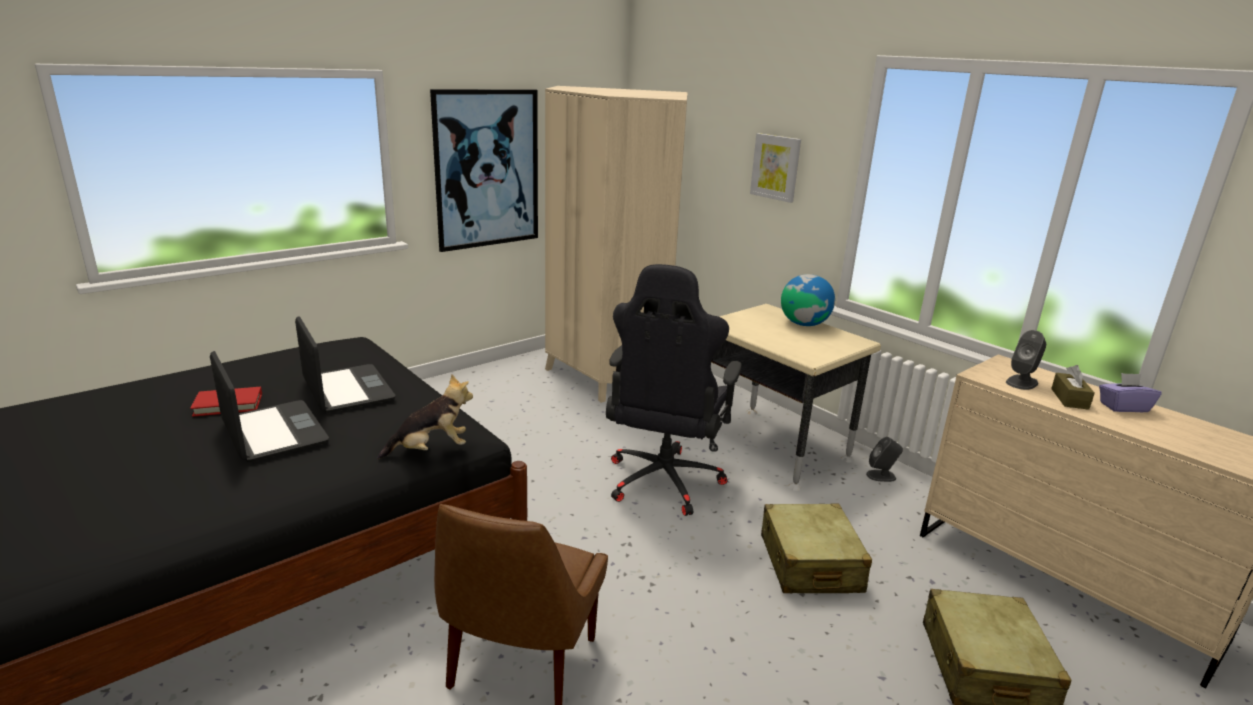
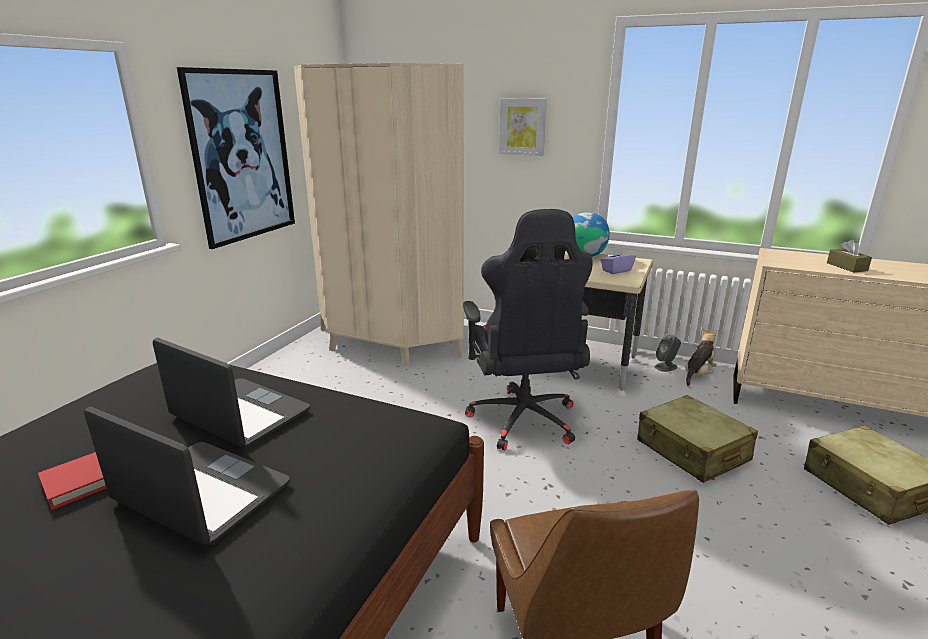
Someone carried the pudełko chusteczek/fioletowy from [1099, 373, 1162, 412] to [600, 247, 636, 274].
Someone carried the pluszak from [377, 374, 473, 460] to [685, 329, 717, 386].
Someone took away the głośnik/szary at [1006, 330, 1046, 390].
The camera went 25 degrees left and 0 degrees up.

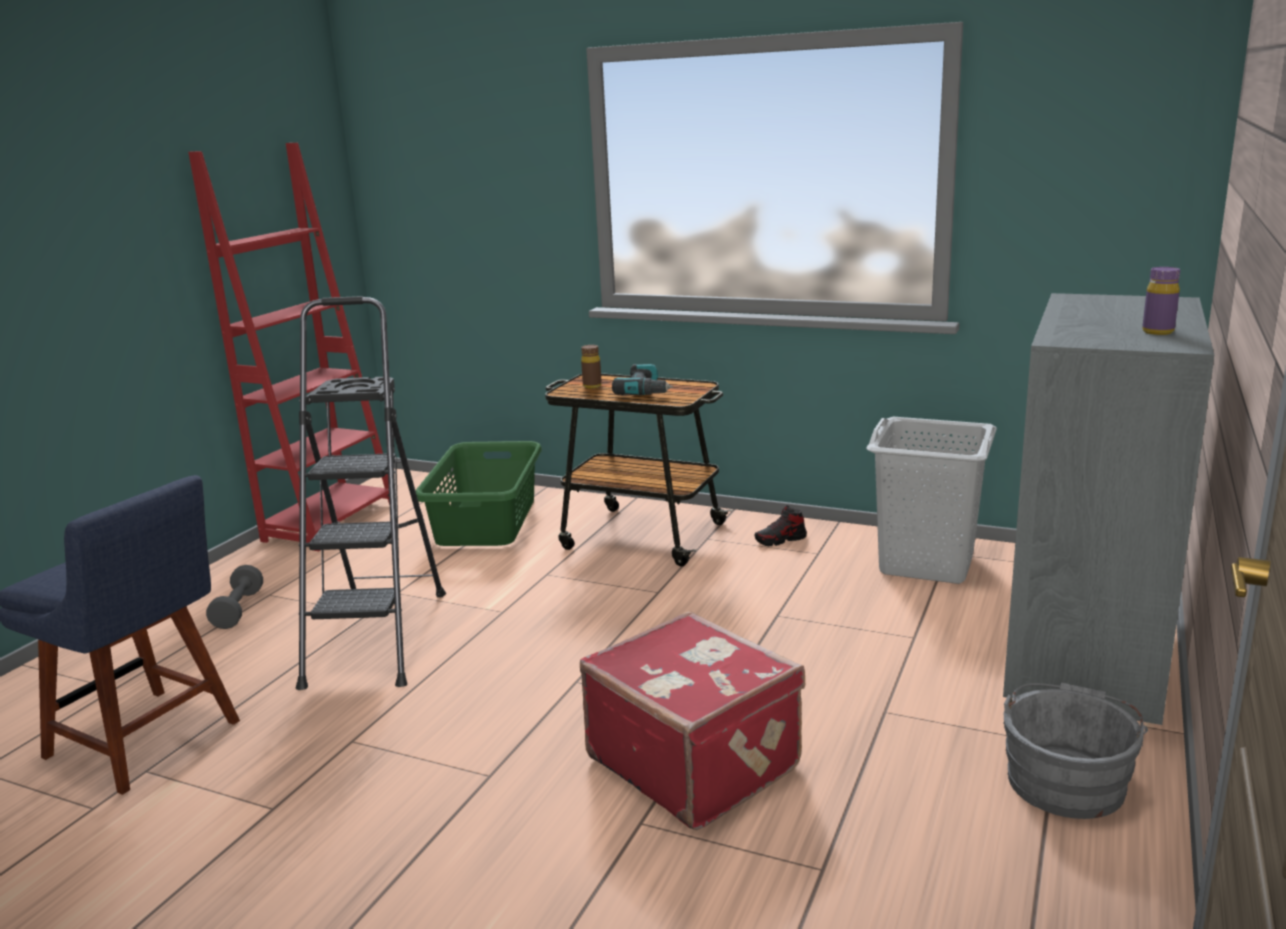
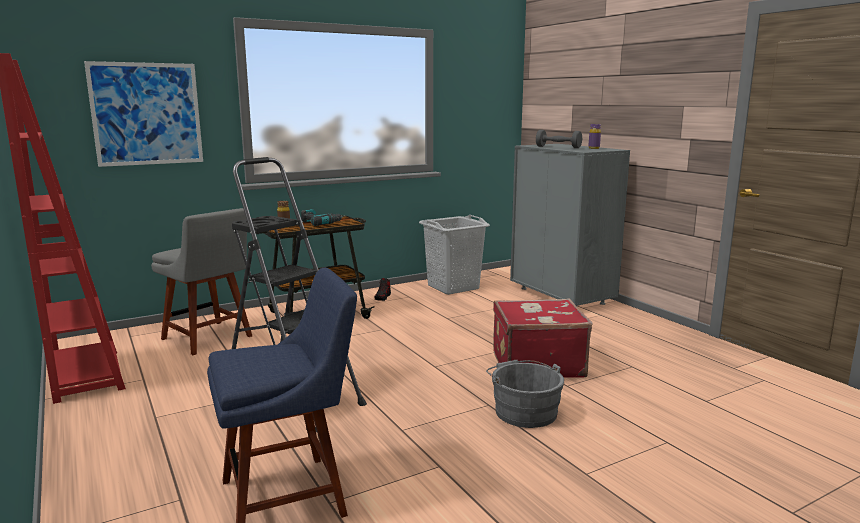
Someone put up the obraz at [84, 61, 203, 167].
Someone swapped the kosz na pranie/zielony at [415, 441, 542, 546] for the krzesło/szary at [151, 208, 252, 355].
Someone carried the wiadro/szary from [1003, 683, 1148, 819] to [486, 360, 564, 428].
Someone carried the hantel/szary from [206, 565, 263, 629] to [536, 130, 582, 148].
The camera went 55 degrees left and 5 degrees down.

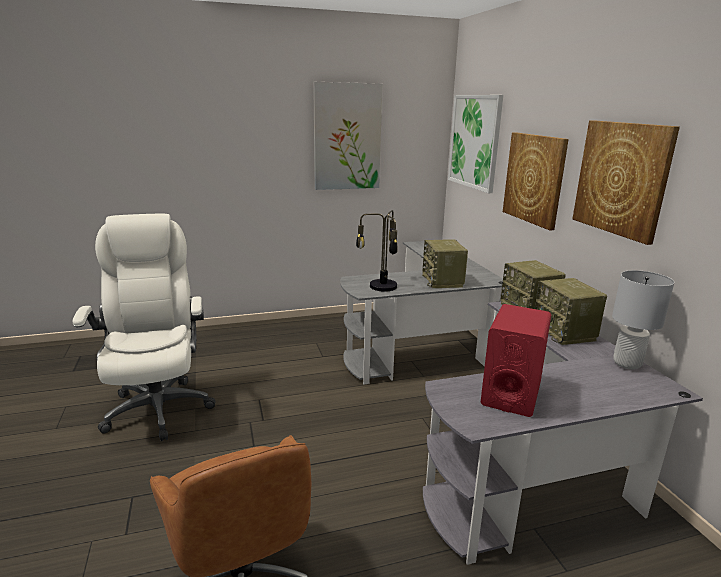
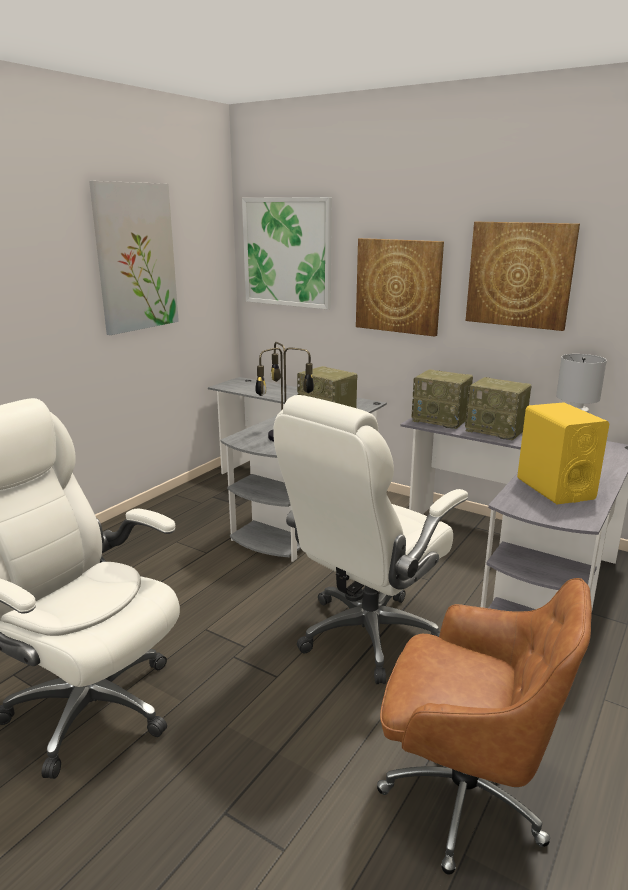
Someone put down the krzesło biurowe/biały at [273, 395, 468, 684].
Someone repainted the głośnik/czerwony at [481, 304, 551, 417], which became the głośnik/żółty at [517, 402, 609, 504].
The camera went 40 degrees left and 0 degrees up.

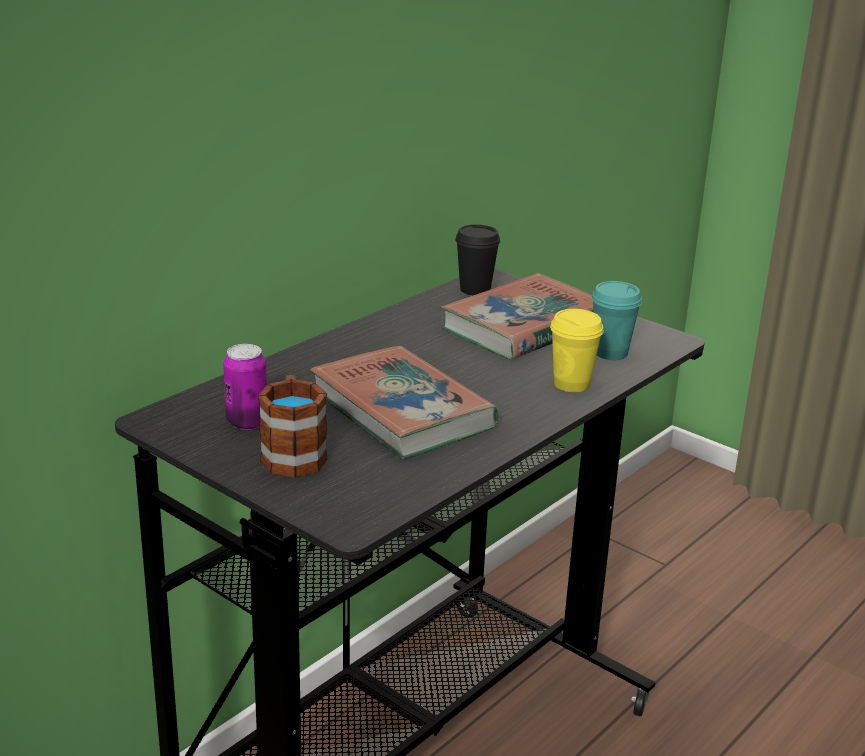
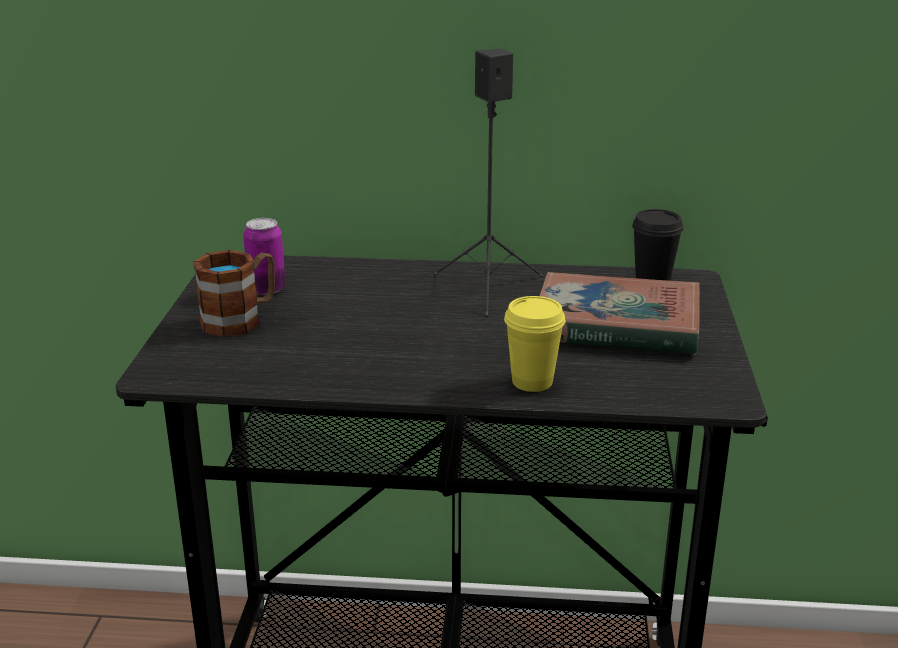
Someone put down the głośnik/czarny at [434, 48, 544, 316].
Someone took away the książka at [310, 346, 498, 459].
Someone took away the filiżanka/turkusowy at [591, 281, 642, 360].
The camera went 55 degrees right and 0 degrees up.

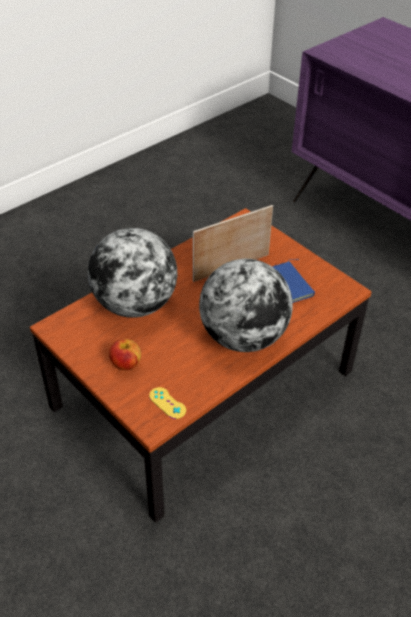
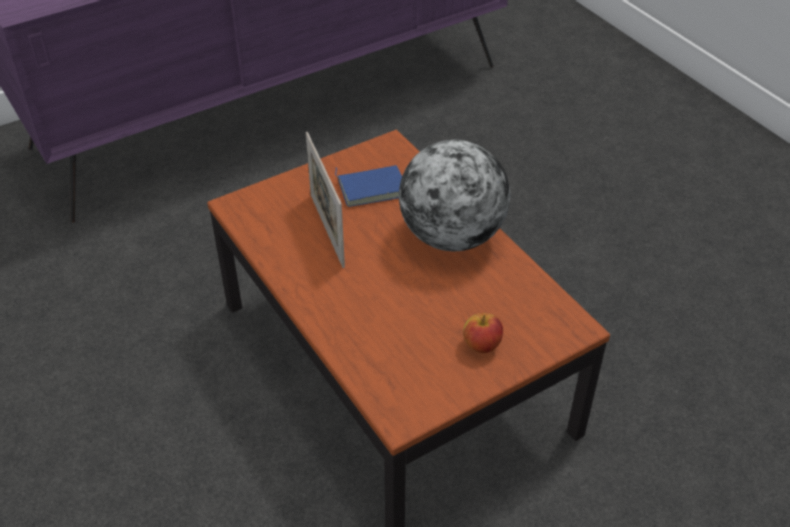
Someone took away the globus at [88, 228, 177, 318].
Someone took away the pad do gier/żółty at [149, 387, 186, 419].
The camera went 80 degrees left and 0 degrees up.

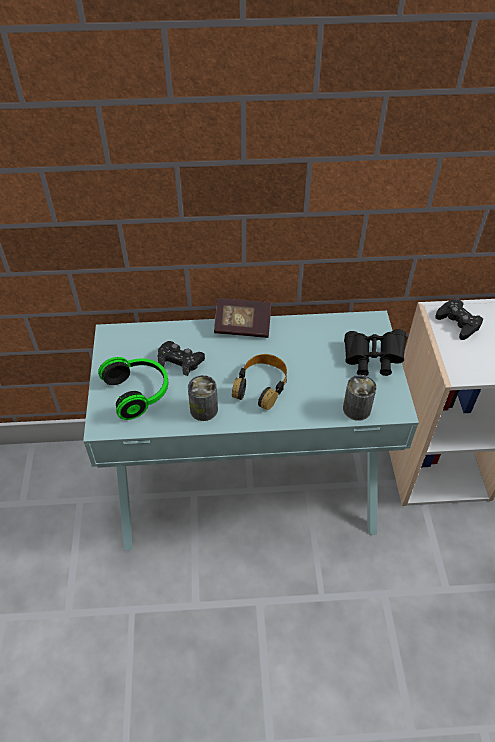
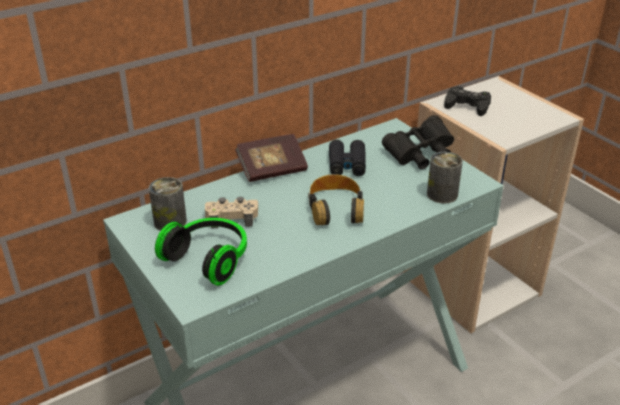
Someone carried the puszka from [188, 375, 218, 421] to [149, 177, 187, 231].
Someone repainted the pad do gier/czarny at [157, 341, 205, 376], which became the pad do gier/beżowy at [205, 197, 258, 228].
Someone put down the lornetka/czarny at [329, 140, 366, 176].
The camera went 30 degrees left and 15 degrees down.

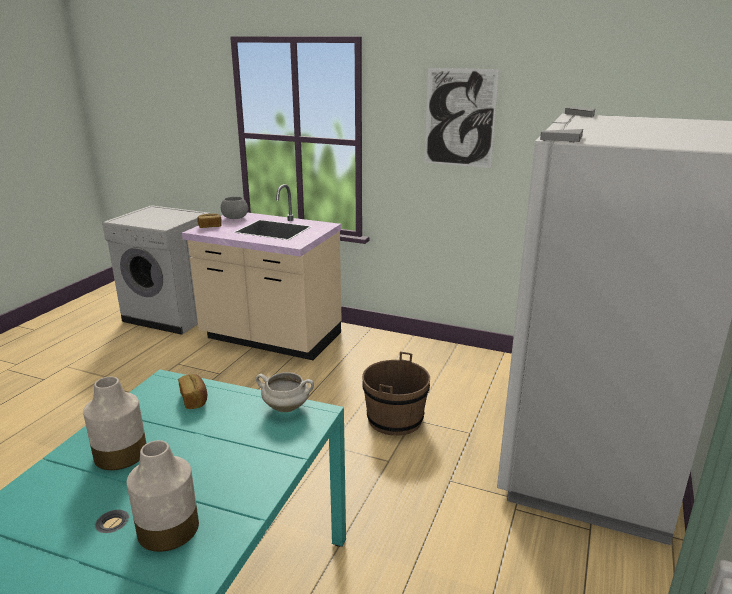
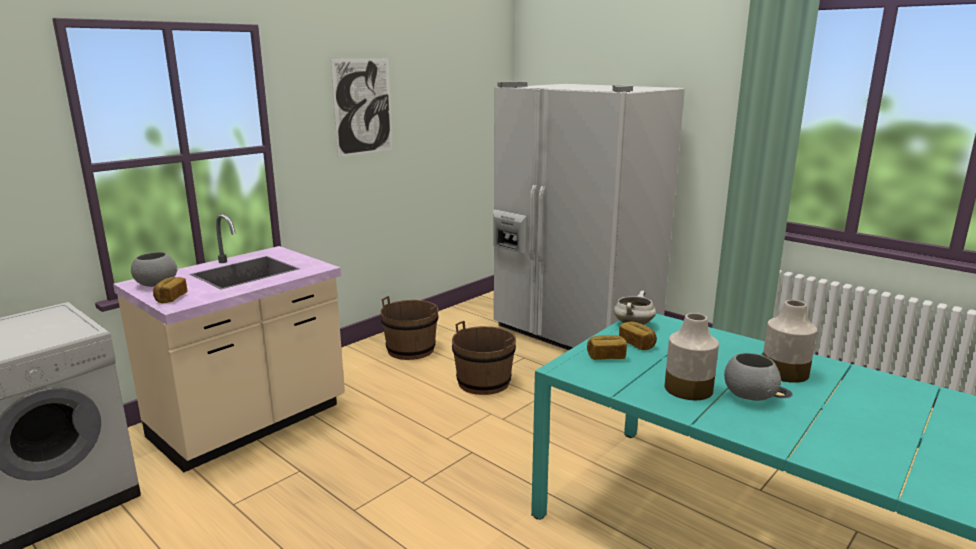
Someone put down the wiadro/brązowy at [381, 296, 438, 360].
Someone put down the chleb at [619, 321, 657, 350].
Someone put down the miska/szary at [724, 353, 781, 401].
The camera went 70 degrees left and 5 degrees down.

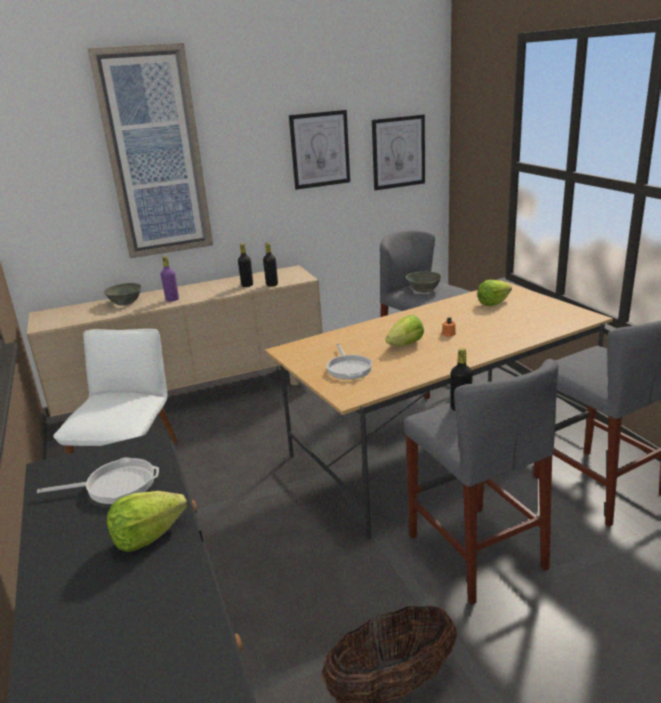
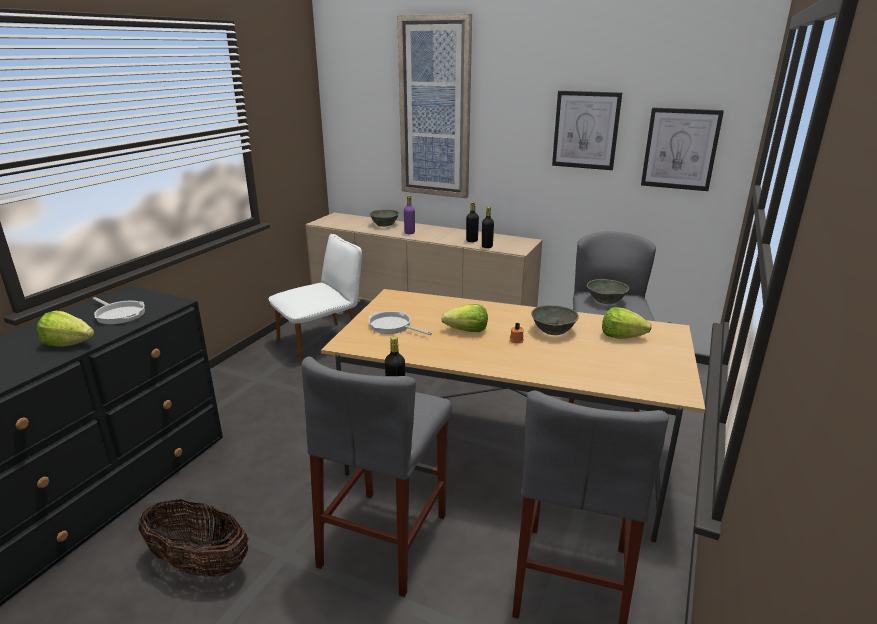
Someone rotated the patelnia at [326, 344, 373, 380] by 90 degrees clockwise.
Someone put down the miska/szary at [531, 305, 579, 335].
The camera went 45 degrees right and 0 degrees up.

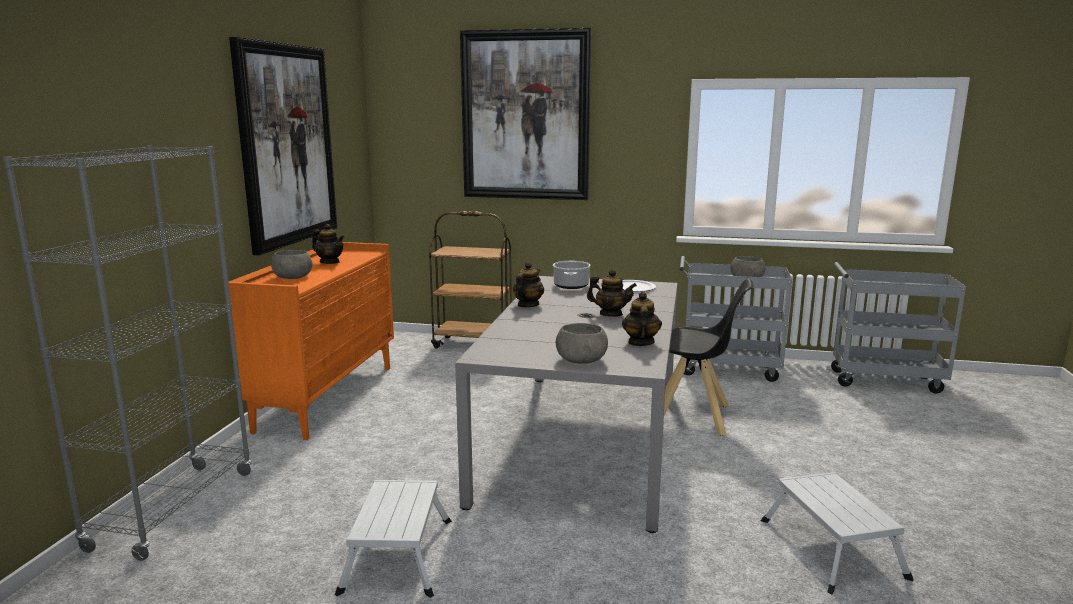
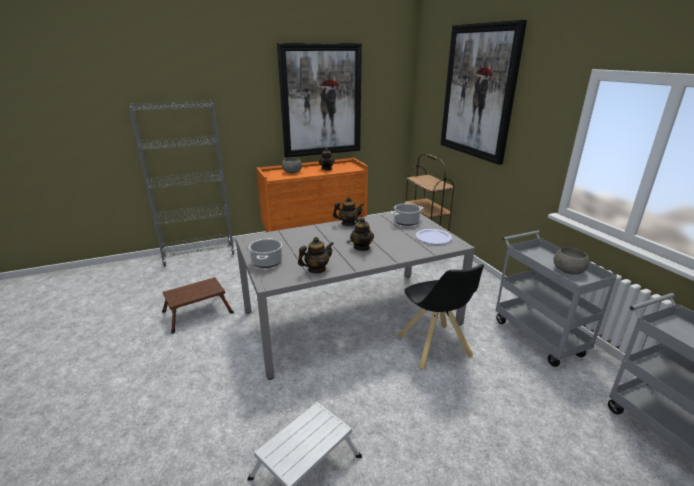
Someone repainted the drabinka/biały at [335, 480, 452, 598], which became the drabinka/brązowy at [162, 277, 234, 334].
Someone swapped the miska/szary at [556, 323, 608, 364] for the garnek at [249, 238, 282, 268].
The camera went 55 degrees right and 10 degrees up.

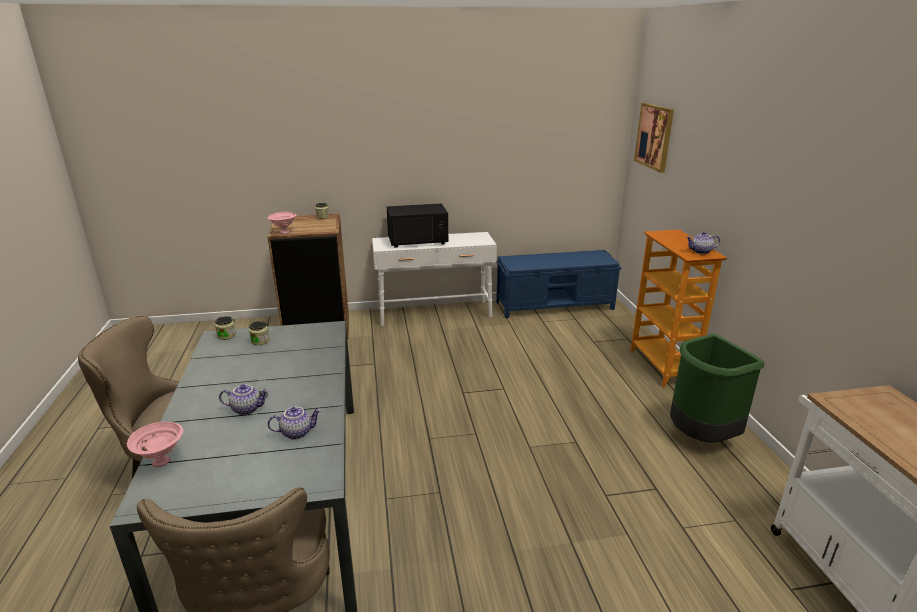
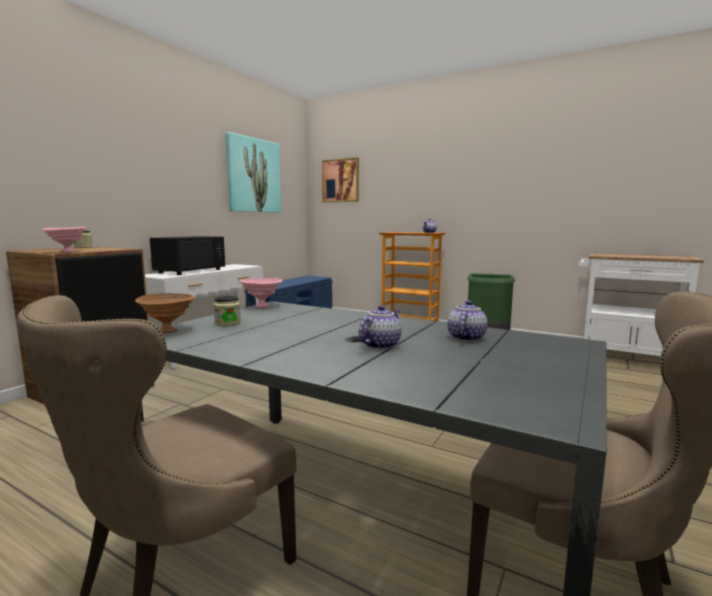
Someone swapped the słoik at [215, 316, 236, 340] for the miska/brązowy at [135, 293, 195, 333].
Someone put up the obraz at [225, 132, 282, 213].
Someone carried the miska/różowy from [127, 422, 183, 467] to [239, 278, 283, 308].
The camera went 50 degrees left and 15 degrees down.

